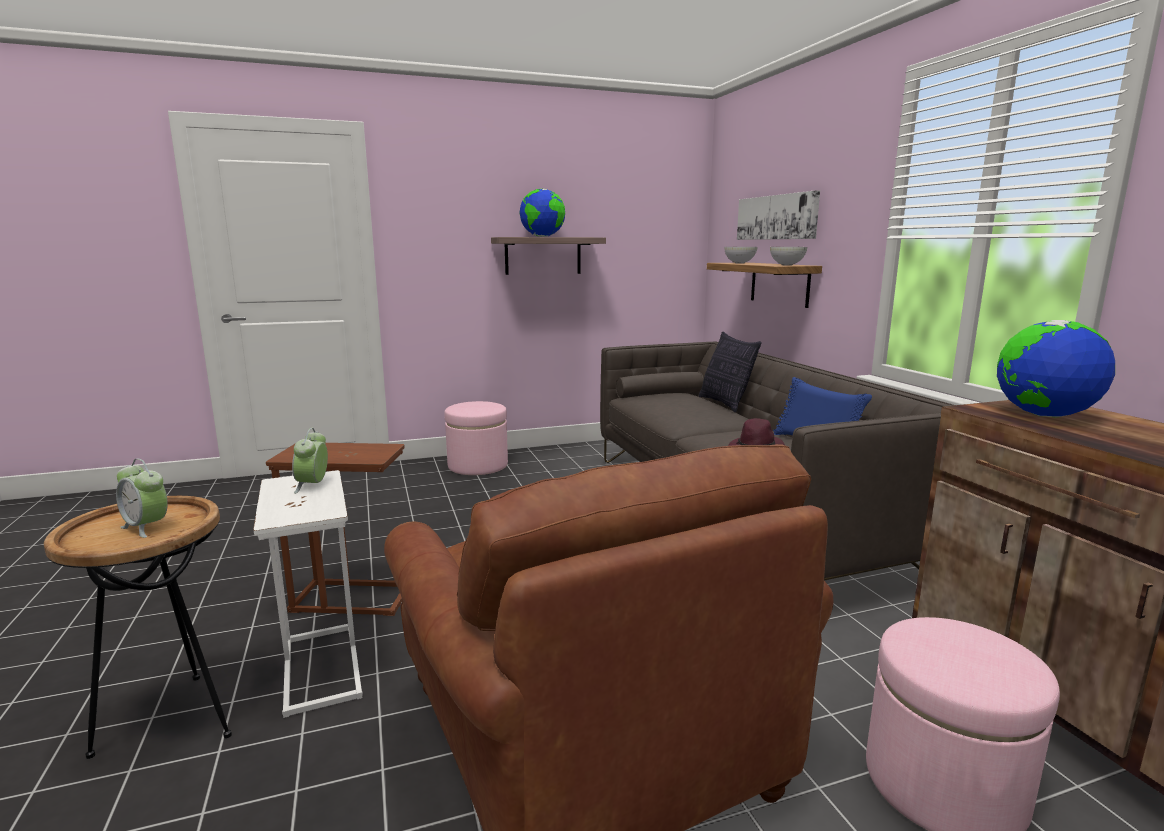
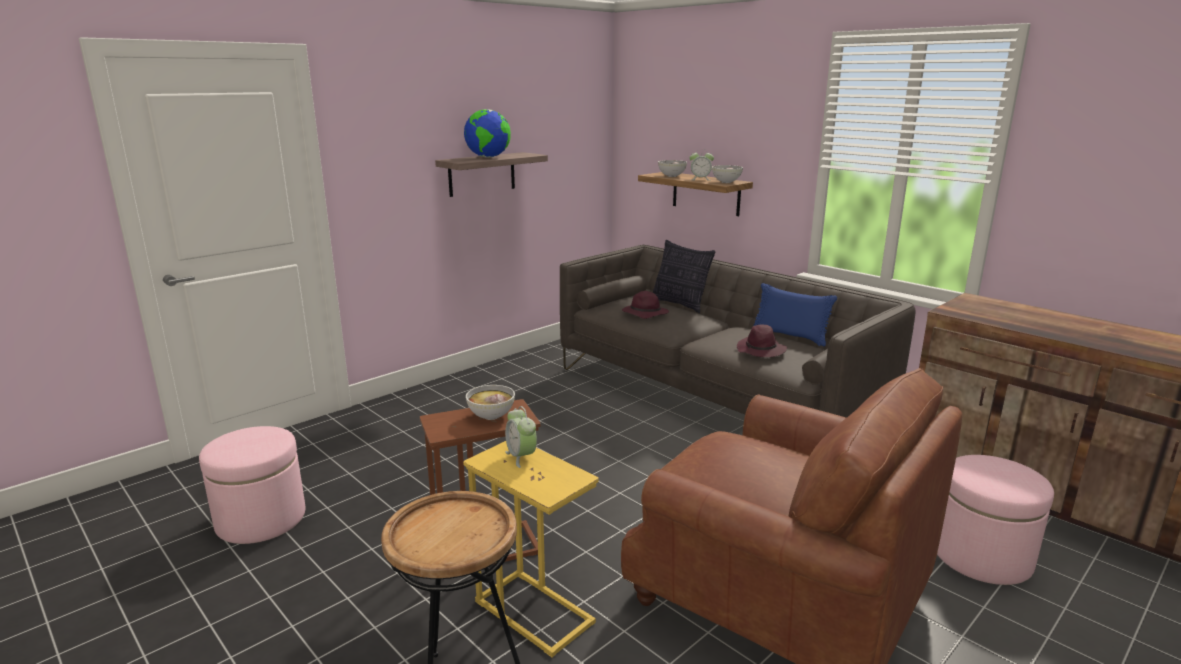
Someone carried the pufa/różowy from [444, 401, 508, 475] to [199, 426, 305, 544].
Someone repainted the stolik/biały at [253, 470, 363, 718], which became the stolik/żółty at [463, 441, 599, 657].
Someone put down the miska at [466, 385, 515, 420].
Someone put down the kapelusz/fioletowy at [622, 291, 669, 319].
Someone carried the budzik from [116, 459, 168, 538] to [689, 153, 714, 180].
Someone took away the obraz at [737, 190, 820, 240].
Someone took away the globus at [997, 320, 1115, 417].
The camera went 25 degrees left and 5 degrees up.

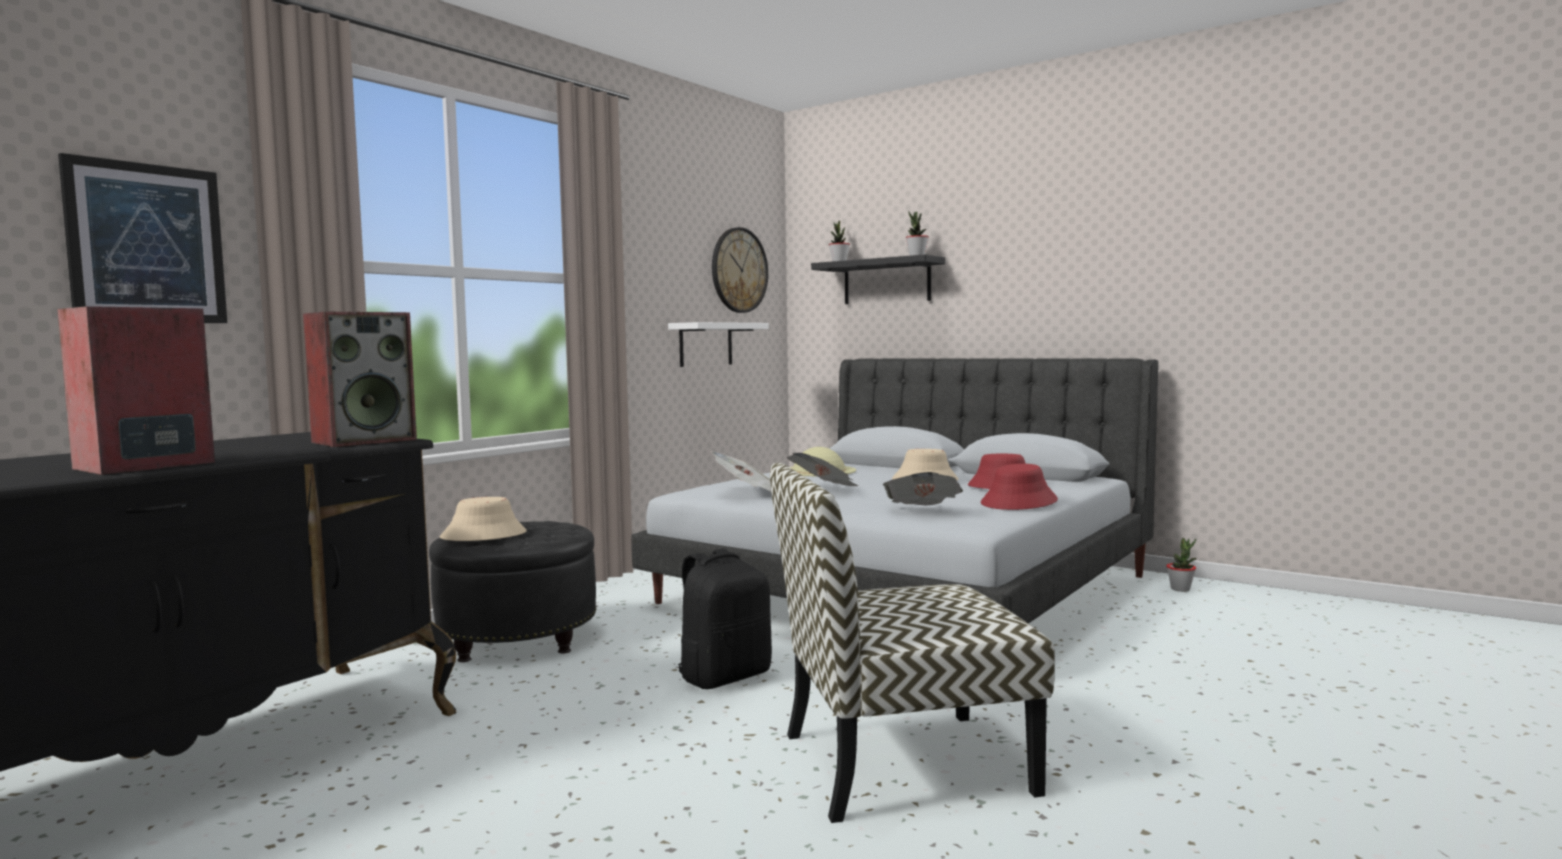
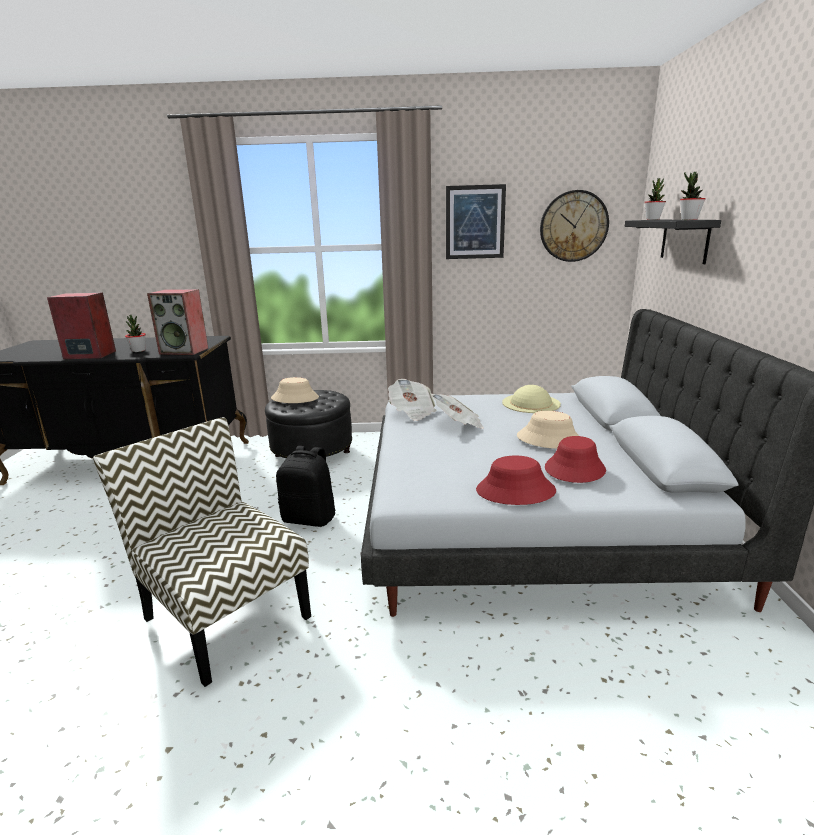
Someone carried the roślina doniczkowa from [1166, 538, 1197, 592] to [125, 315, 146, 352].
Someone carried the obraz from [58, 153, 227, 323] to [446, 184, 506, 259].
Someone took away the półka/biały at [668, 322, 769, 367].
Someone took away the gazeta at [883, 472, 963, 505].
The camera went 55 degrees right and 15 degrees up.

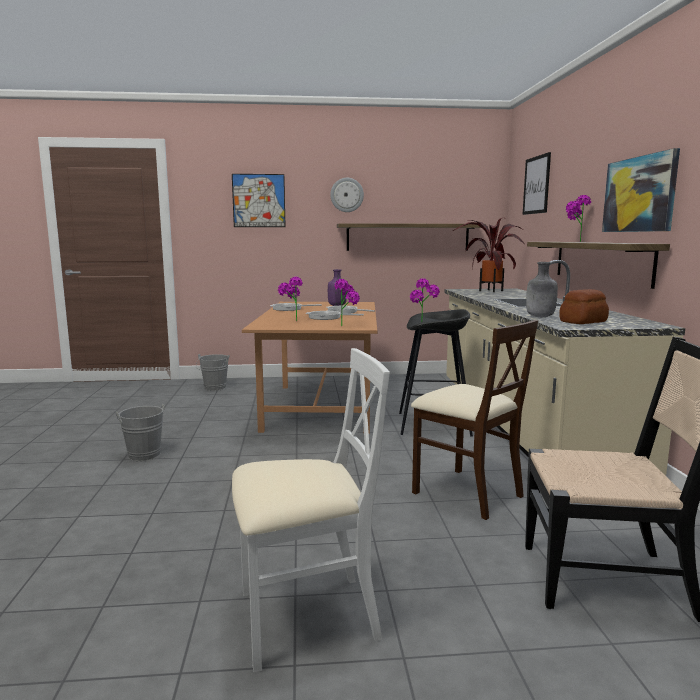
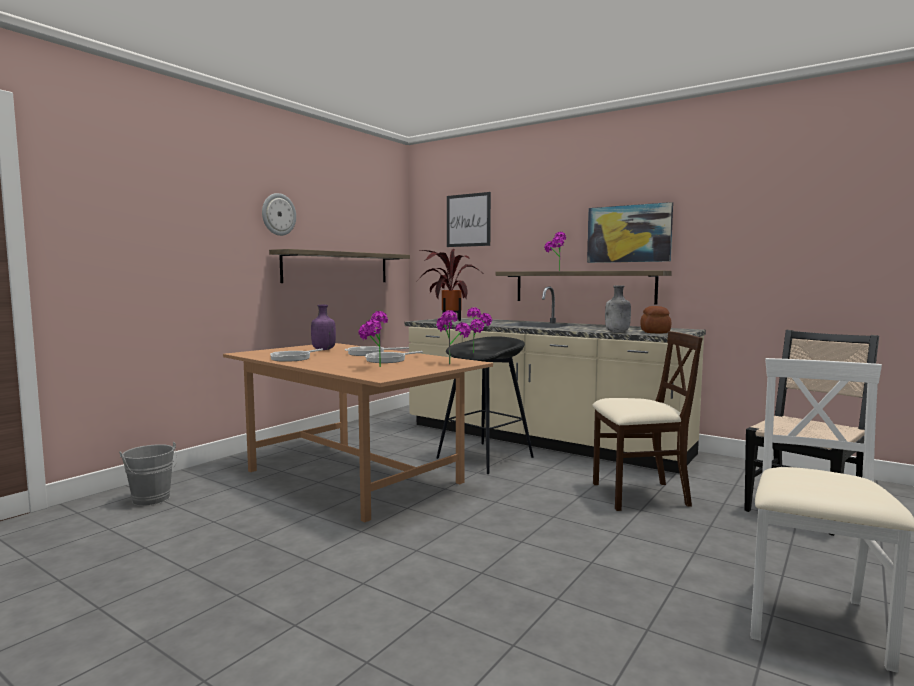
Someone took away the wiadro/szary at [116, 404, 165, 461].
Someone took away the obraz at [232, 174, 286, 227].
The camera went 50 degrees left and 5 degrees down.

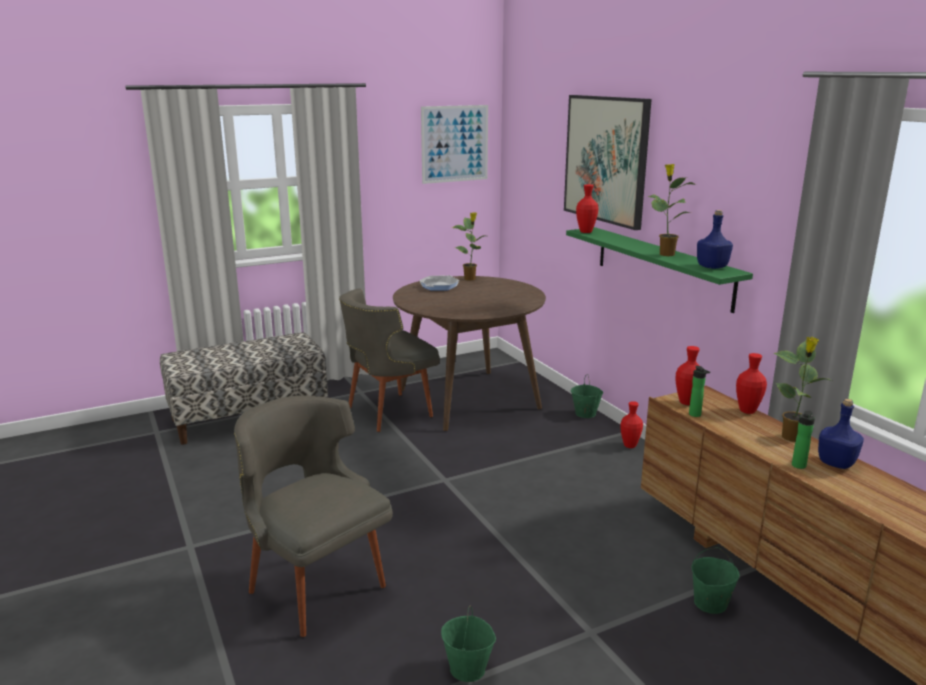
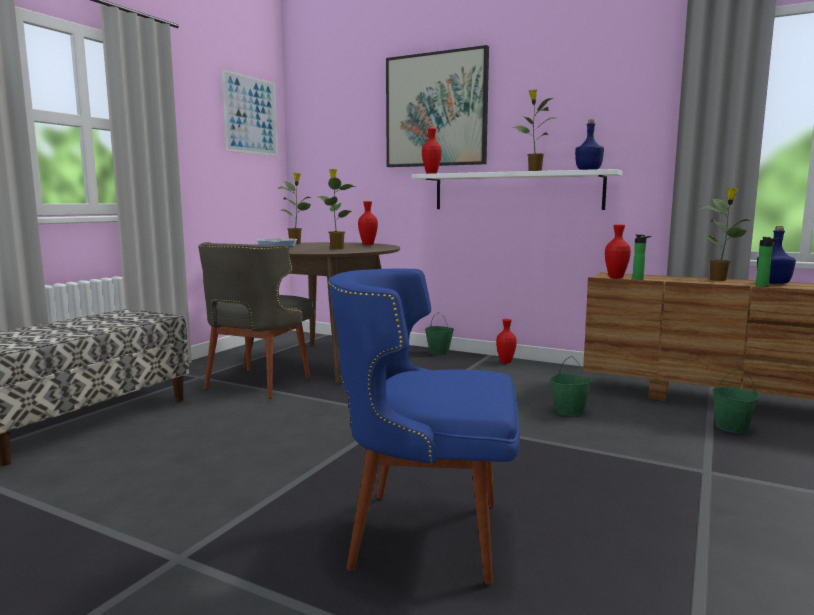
Someone put down the roślina doniczkowa at [318, 169, 355, 249].
Someone repainted the krzesło/szary at [234, 396, 393, 637], which became the krzesło/niebieski at [328, 269, 520, 585].
Someone carried the wazon/czerwony from [736, 353, 767, 414] to [358, 201, 378, 245].
Someone repainted the półka/zielony at [566, 227, 753, 313], which became the półka/biały at [412, 169, 622, 210].
Someone carried the wiadro/zielony from [441, 606, 496, 682] to [550, 356, 592, 416].
The camera went 35 degrees left and 10 degrees down.

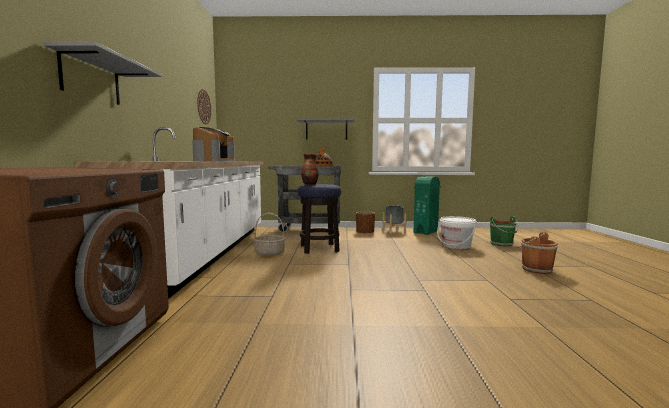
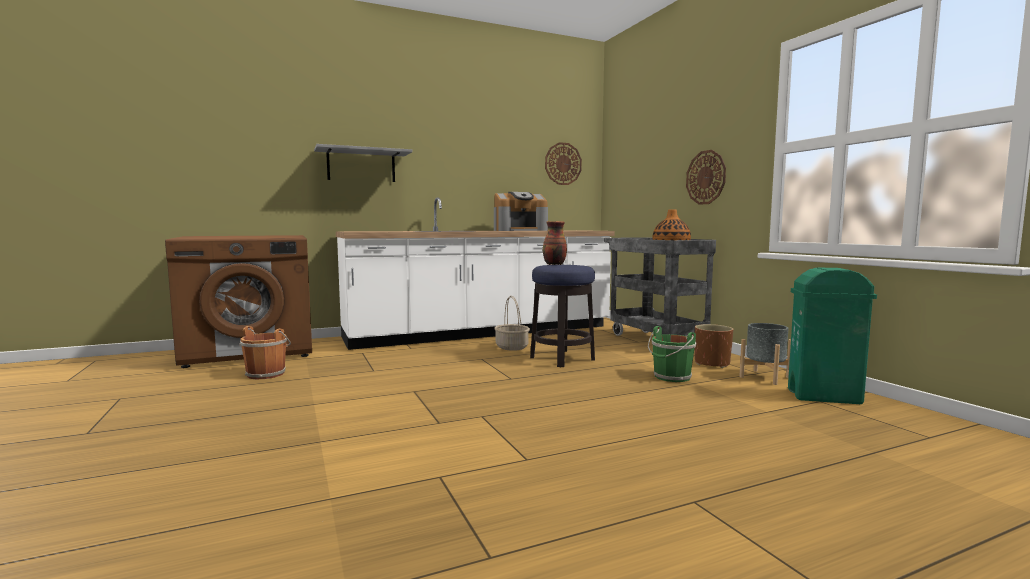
Someone carried the wiadro/brązowy from [517, 232, 558, 274] to [239, 326, 291, 380].
Someone carried the wiadro/zielony from [490, 216, 519, 247] to [648, 326, 697, 382].
Someone swapped the półka/szary at [296, 118, 355, 140] for the zegar ścienny at [686, 150, 726, 205].
Someone took away the wiadro/biały at [437, 216, 477, 249].
The camera went 65 degrees right and 0 degrees up.

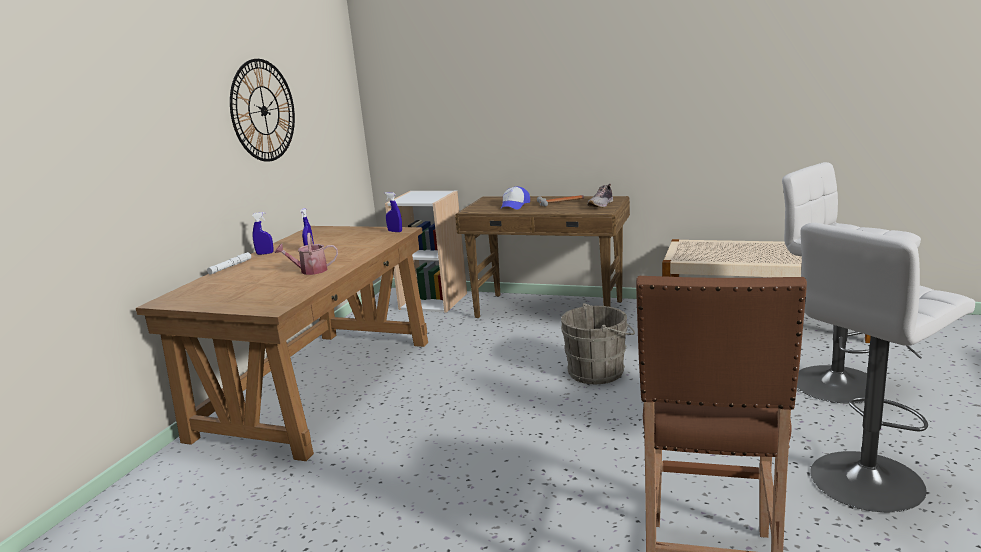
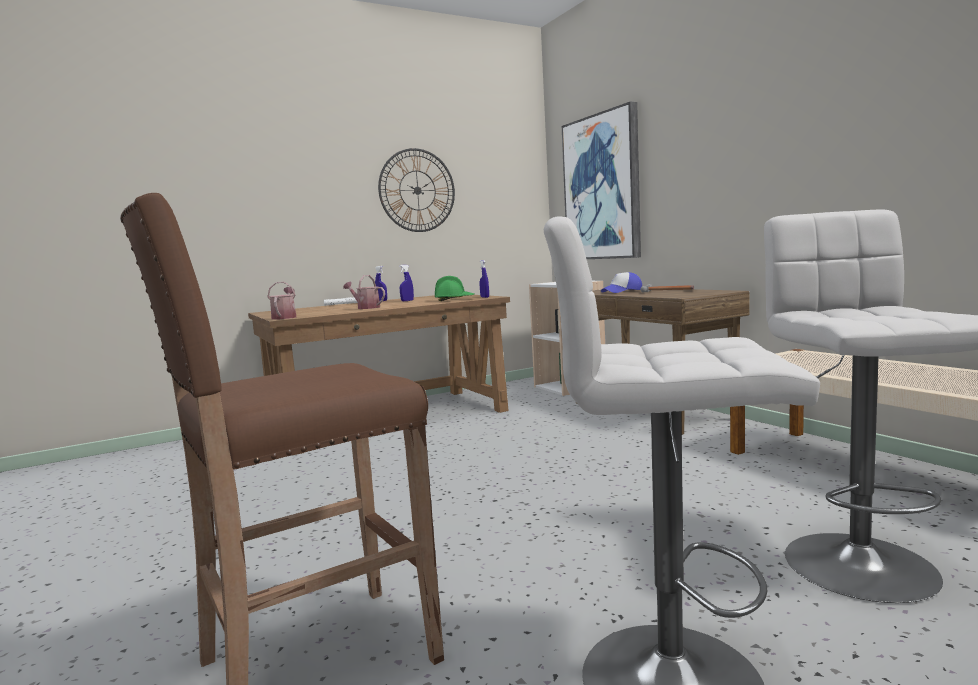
Someone put down the konewka at [267, 282, 296, 320].
Someone put down the kask/zielony at [435, 276, 474, 301].
Someone put up the obraz at [562, 102, 641, 259].
Someone took away the wiadro/szary at [561, 303, 635, 384].
Someone took away the but at [587, 184, 613, 208].
The camera went 40 degrees right and 10 degrees down.

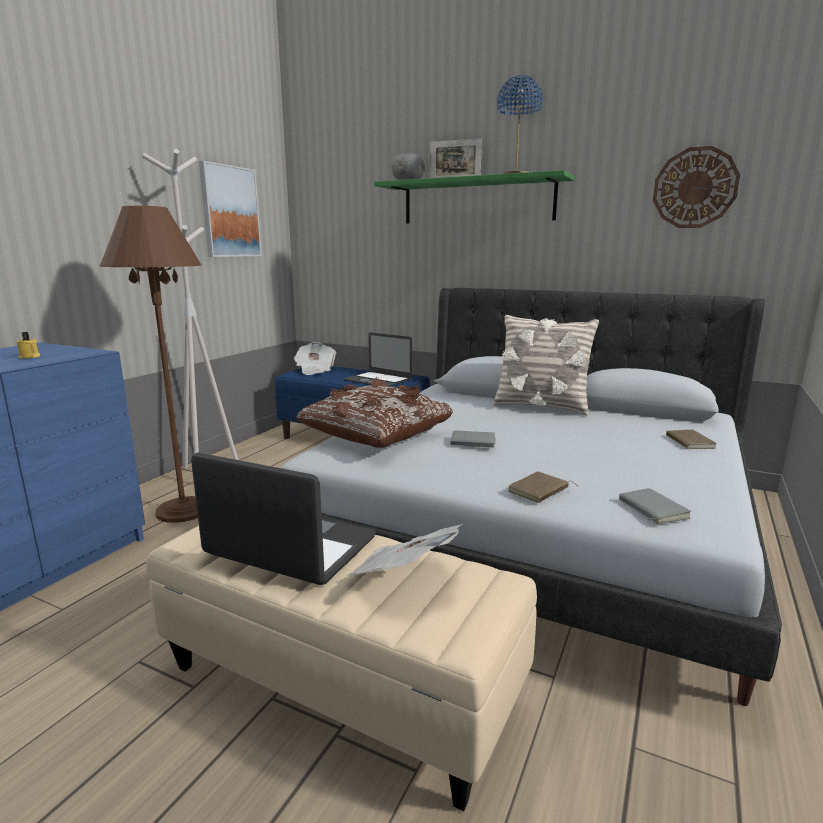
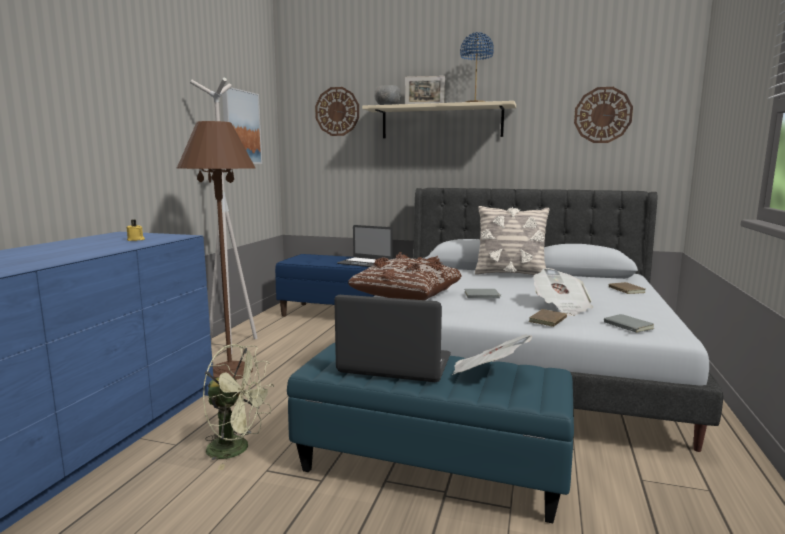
Someone put down the wentylator/zielony at [203, 344, 274, 470].
Someone repainted the pufa/beżowy at [146, 526, 537, 811], which became the pufa/niebieski at [287, 343, 574, 523].
Someone put up the zegar ścienny at [315, 87, 359, 136].
Someone repainted the półka/zielony at [374, 170, 575, 224], which became the półka/beżowy at [362, 101, 516, 138].
Someone carried the gazeta from [294, 342, 336, 375] to [533, 268, 593, 316].
The camera went 10 degrees left and 5 degrees down.

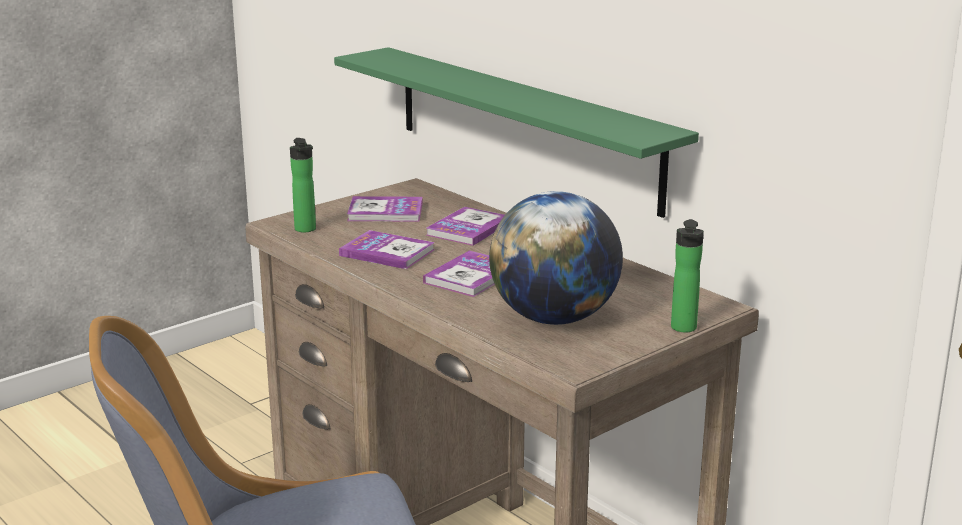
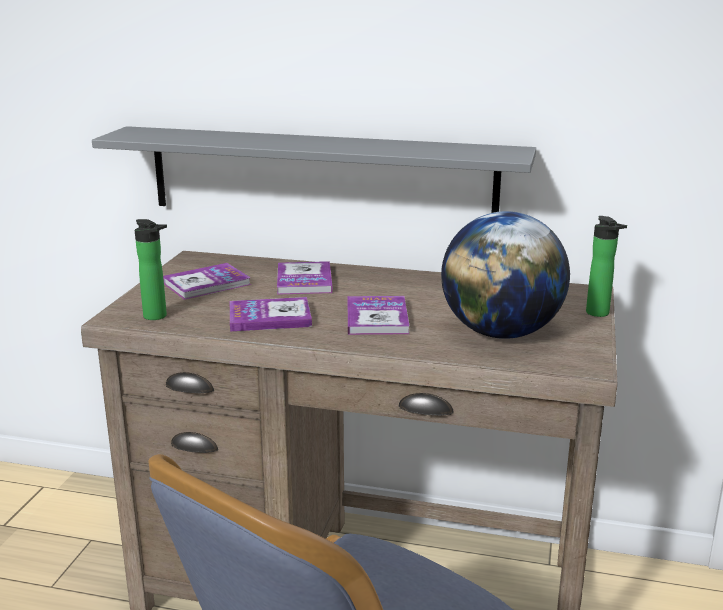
Someone repainted the półka/zielony at [334, 47, 699, 218], which became the półka/szary at [92, 126, 536, 213].
The camera went 35 degrees left and 0 degrees up.

